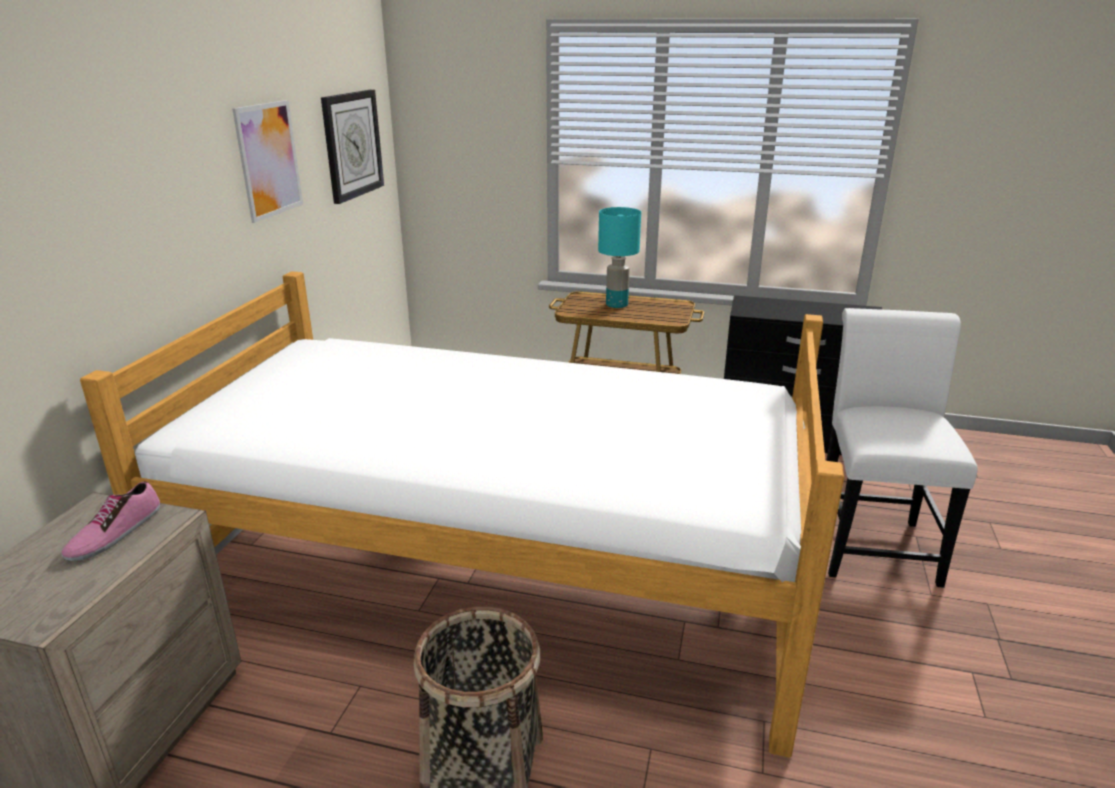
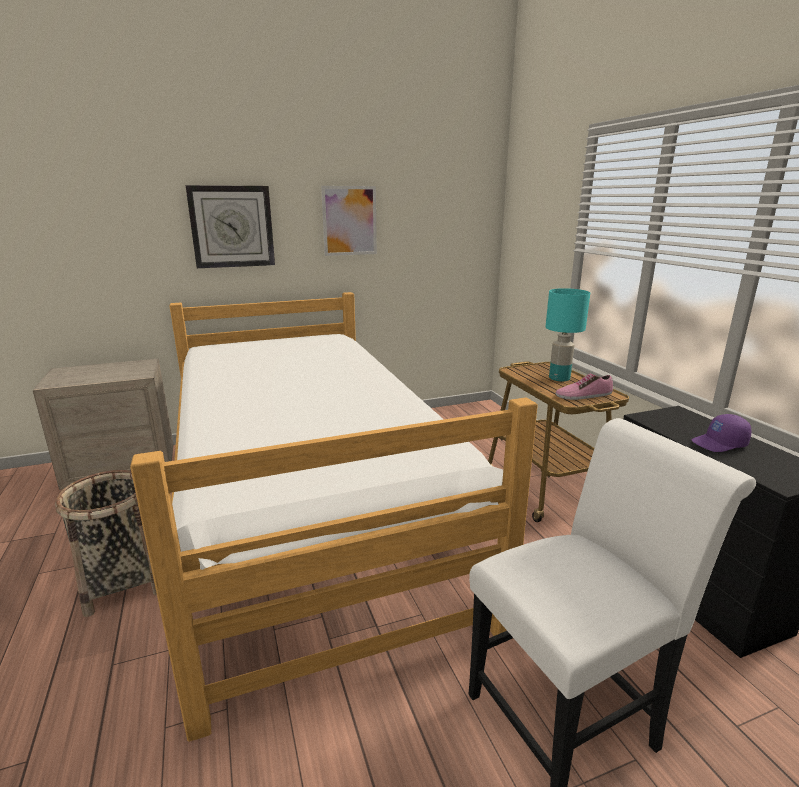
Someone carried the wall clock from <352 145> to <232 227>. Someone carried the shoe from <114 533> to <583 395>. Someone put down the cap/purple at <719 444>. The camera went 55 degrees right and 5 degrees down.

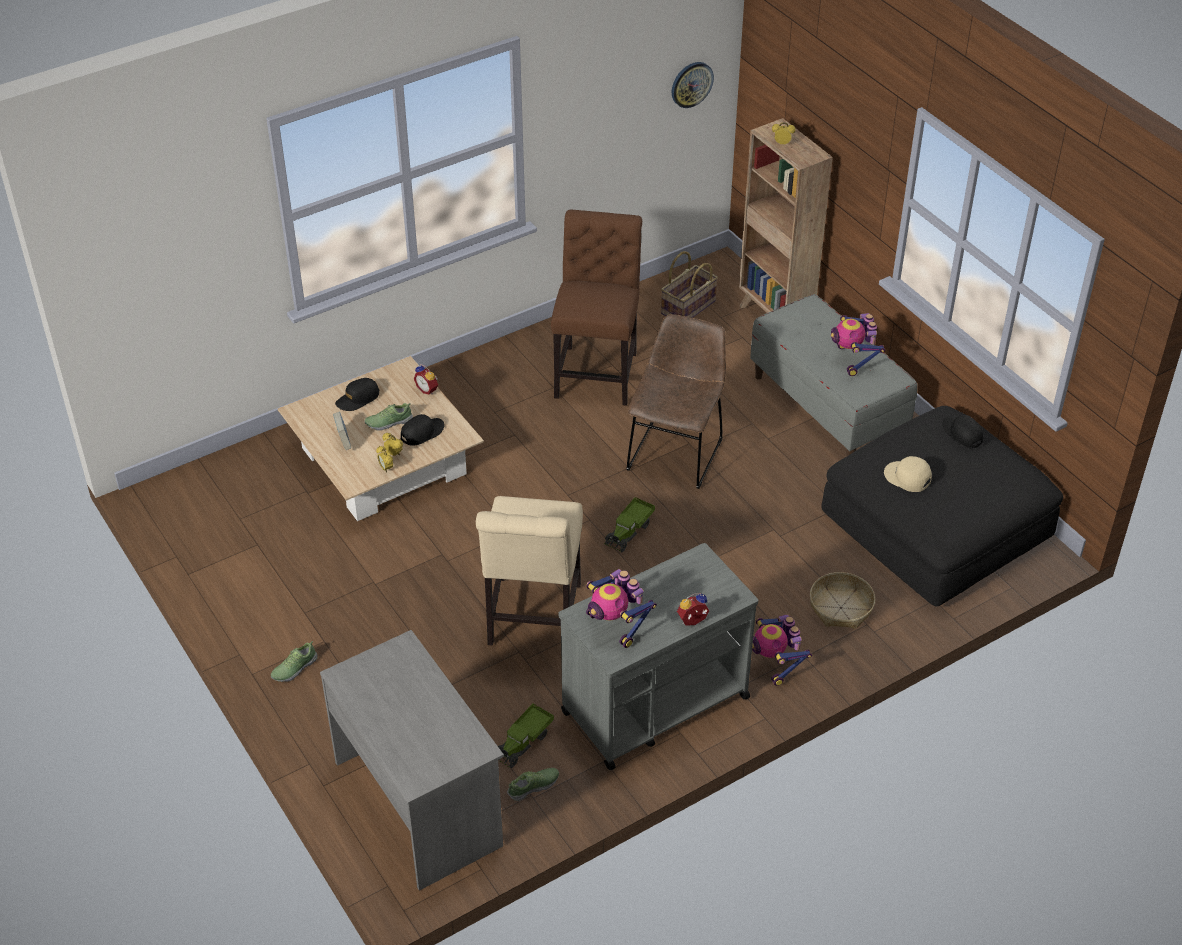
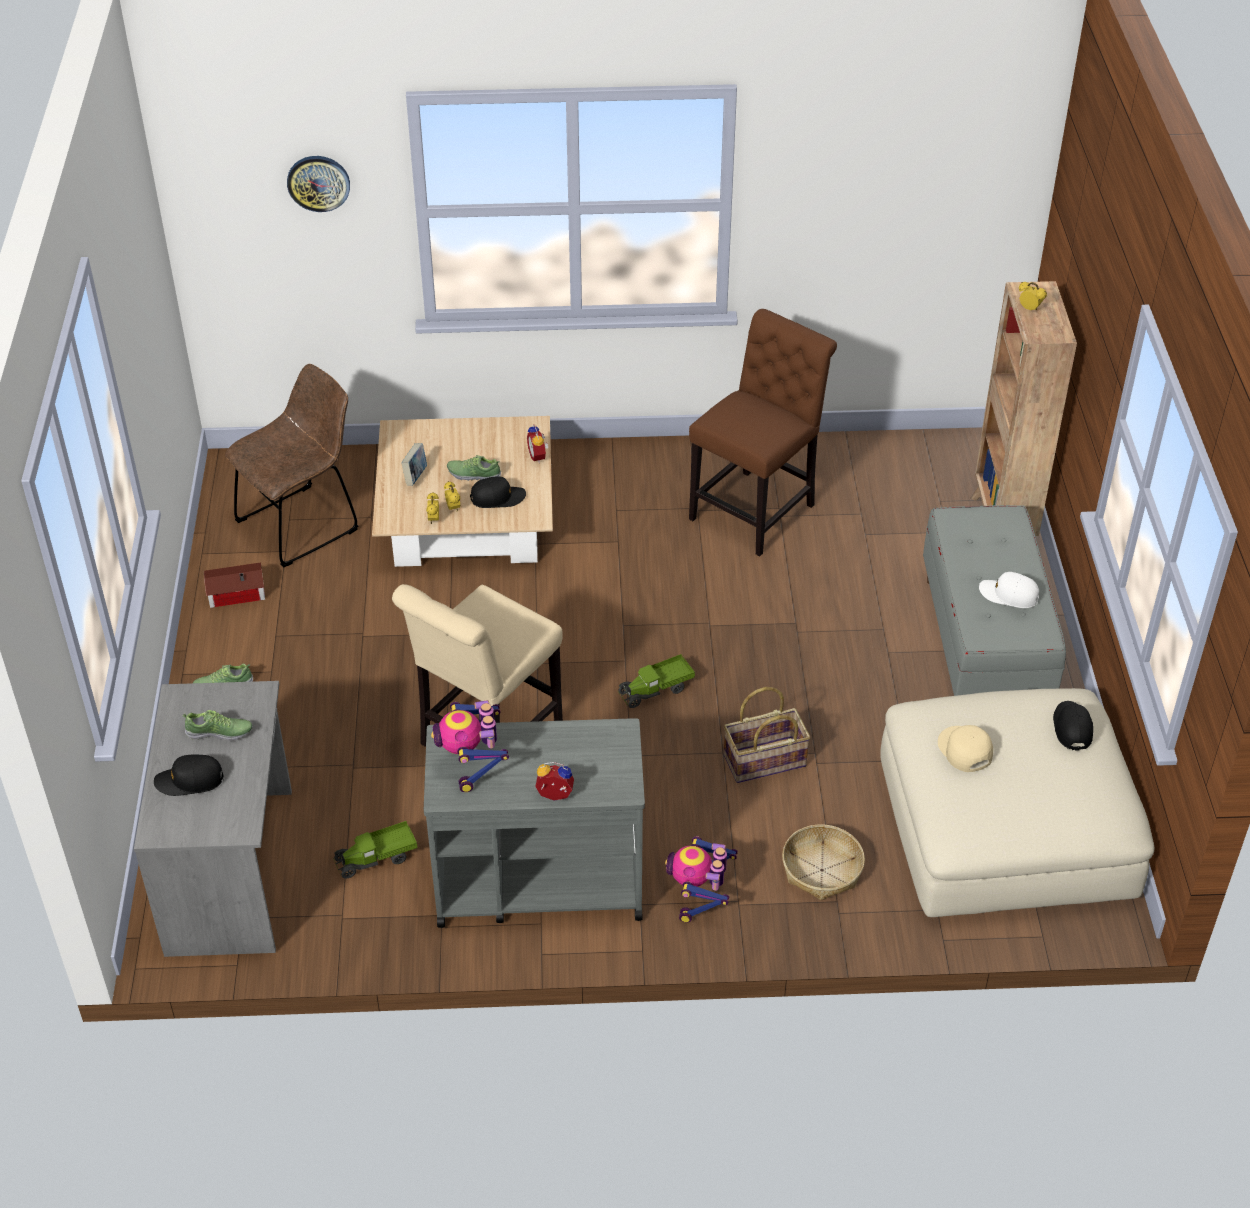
Someone carried the cap/black from <357 399> to <189 781>. Someone carried the shoe from <533 786> to <220 732>. Someone put down the toy house at <234 592>. Someone carried the chair/brown from <676 451> to <303 523>. Someone carried the wall clock from <691 84> to <318 182>. Someone carried the basket from <688 308> to <764 762>. Someone repainted the ottoman/black at <935 527>, which became the ottoman/beige at <1004 830>. Someone swapped the toy robot at <853 360> for the cap/white at <1008 595>. The camera went 30 degrees right and 0 degrees up.

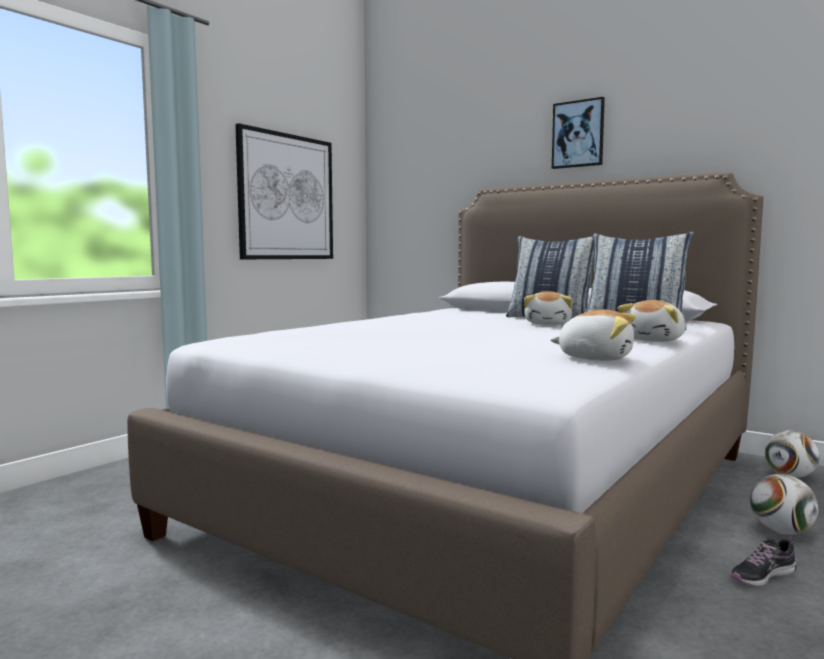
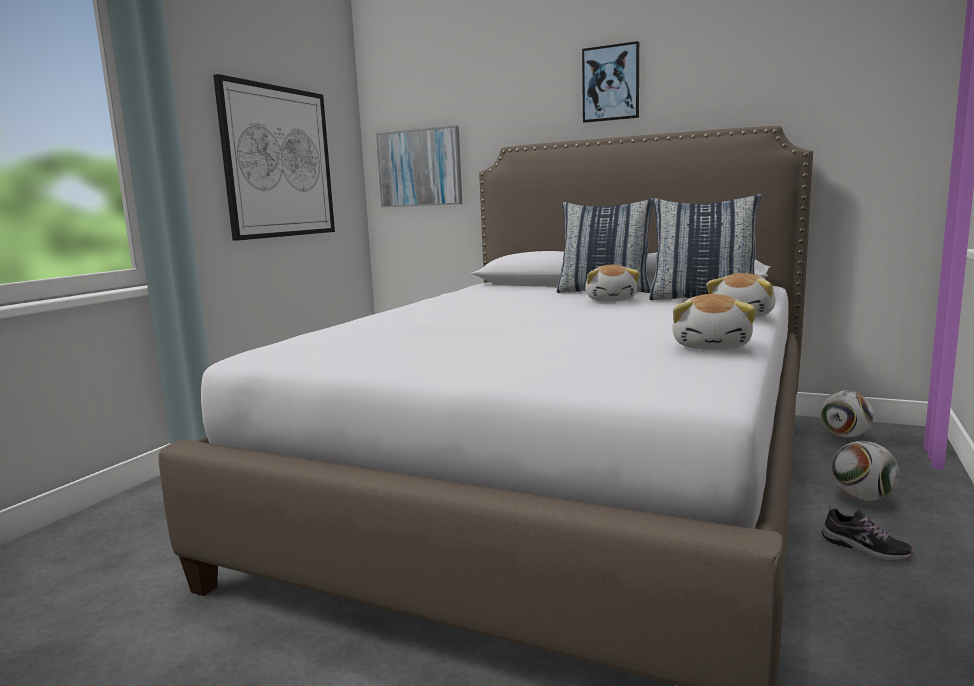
Someone put up the picture at <420 168>. Someone rotated the plush toy at <595 358> by 90 degrees clockwise. Someone rotated the shoe at <762 575> by 105 degrees counterclockwise. The camera went 10 degrees left and 5 degrees up.

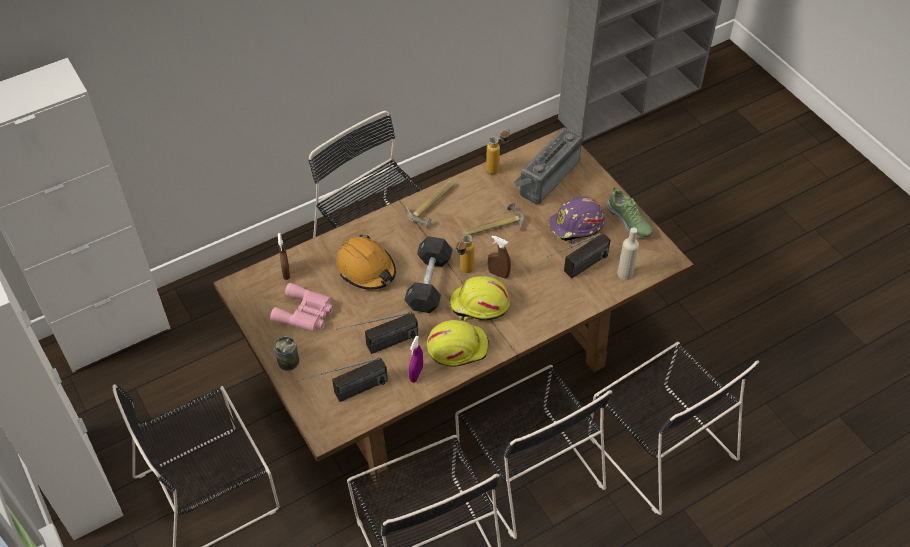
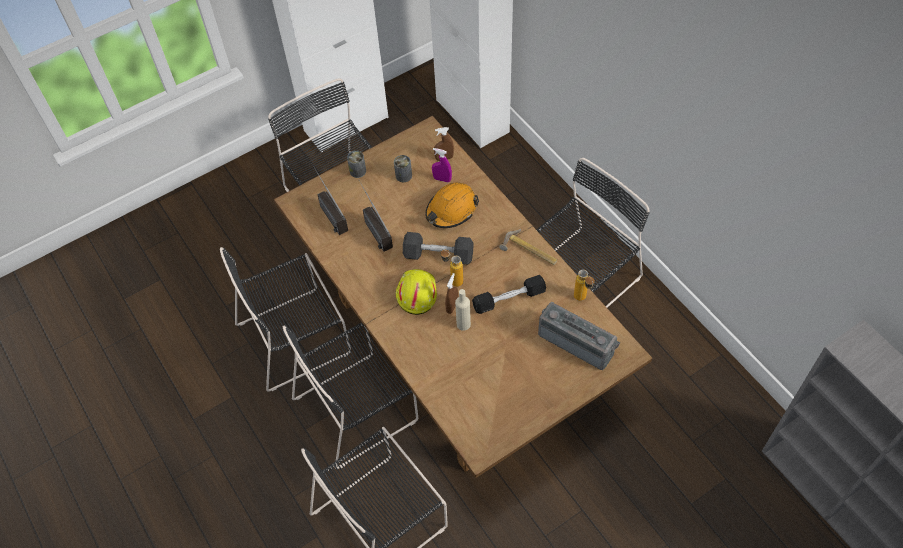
Someone swapped the binoculars/pink at <305 313> for the can at <403 175>. Someone carried the spray bottle/purple from <416 374> to <442 179>. Someone carried the bottle/beige from <625 273> to <463 324>. Someone swapped the hammer at <492 225> for the dumbbell/black at <509 299>. Someone took away the hard hat/yellow at <457 346>. Someone took away the radio at <577 270>. Someone took away the hard hat/purple at <576 226>. Someone took away the shoe at <629 221>. The camera went 90 degrees right and 5 degrees up.

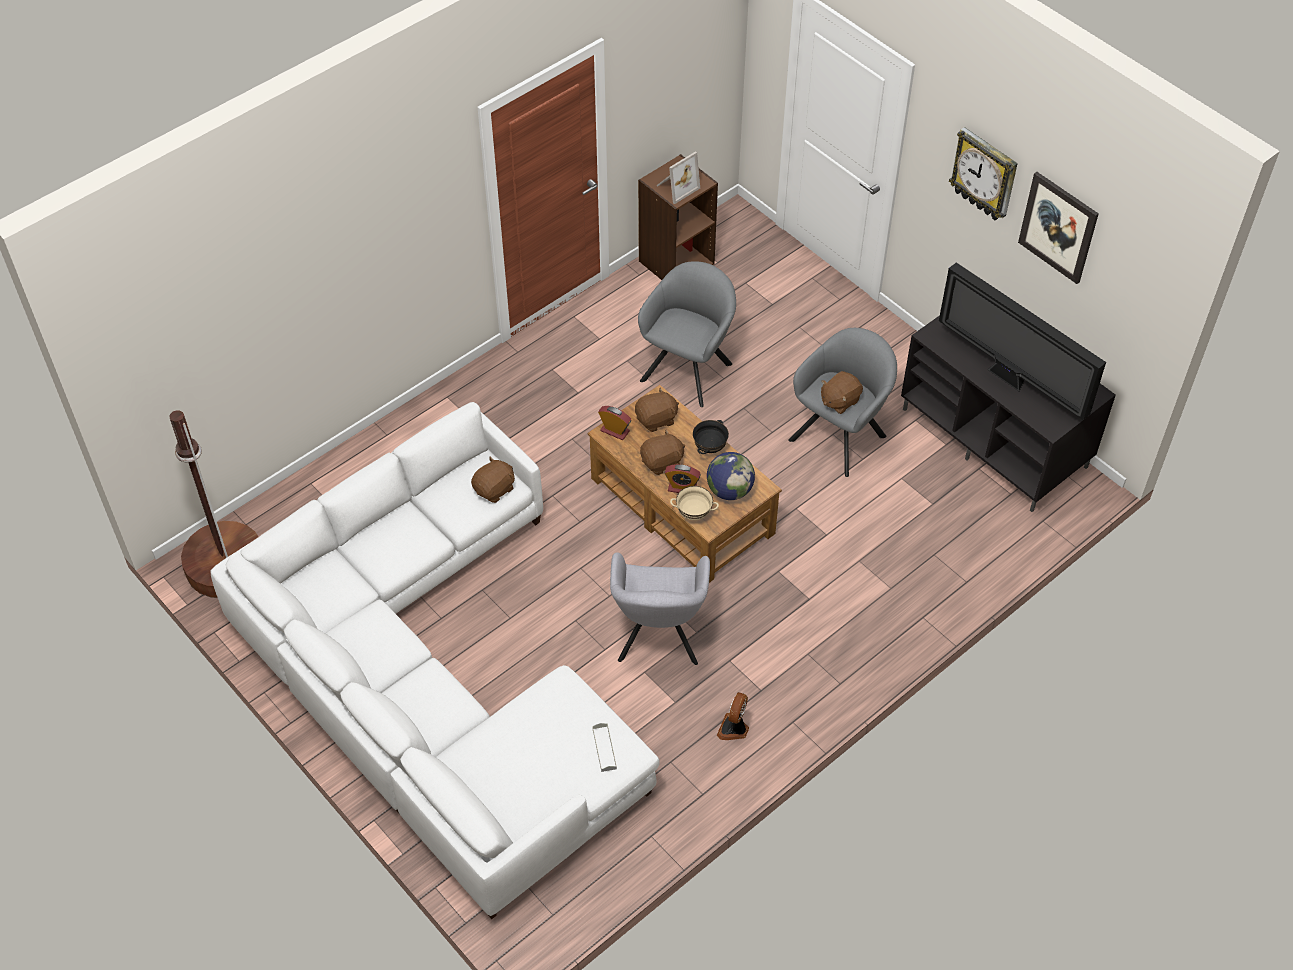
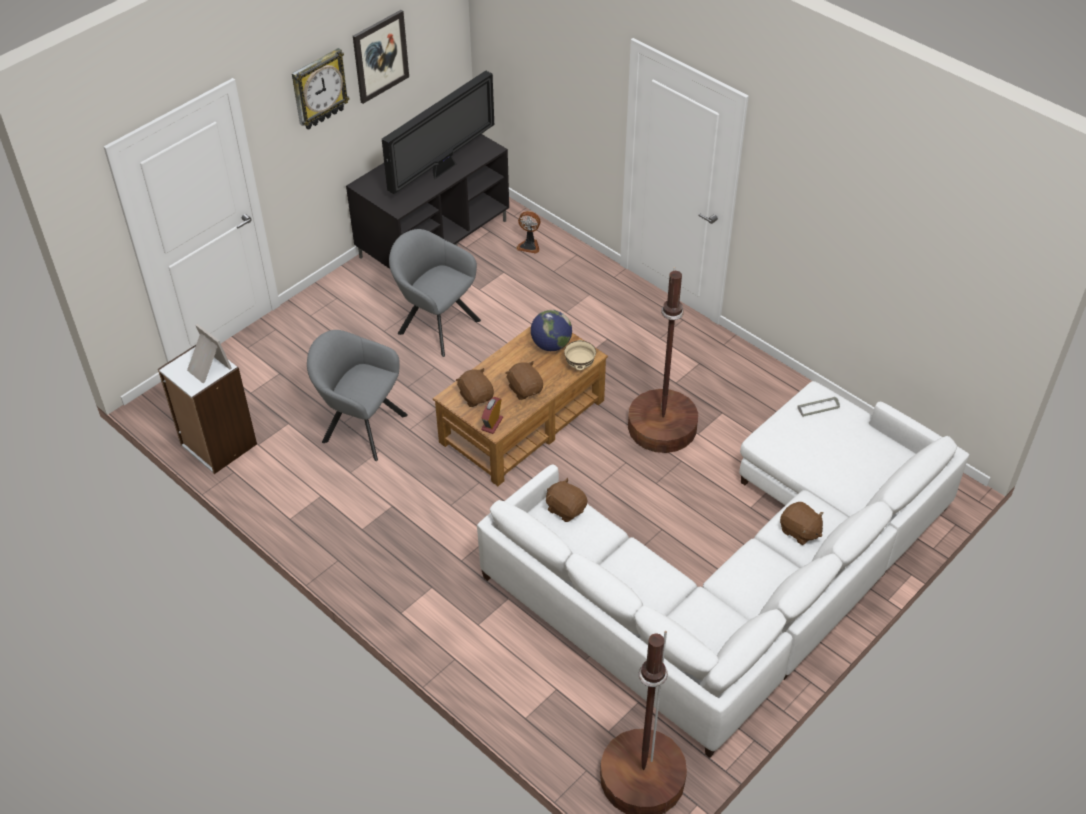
Someone repainted the bookcase/brown at <676 262>, which became the bookcase/white at <218 445>. Someone carried the fan from <734 729> to <529 245>. Someone swapped the armchair/grey at <658 637> for the floor lamp/brown at <662 427>. Someone carried the plush toy/brown from <839 400> to <799 531>. Someone took away the alarm clock at <682 488>. Someone took away the bowl/black at <710 448>. The camera went 95 degrees left and 5 degrees down.

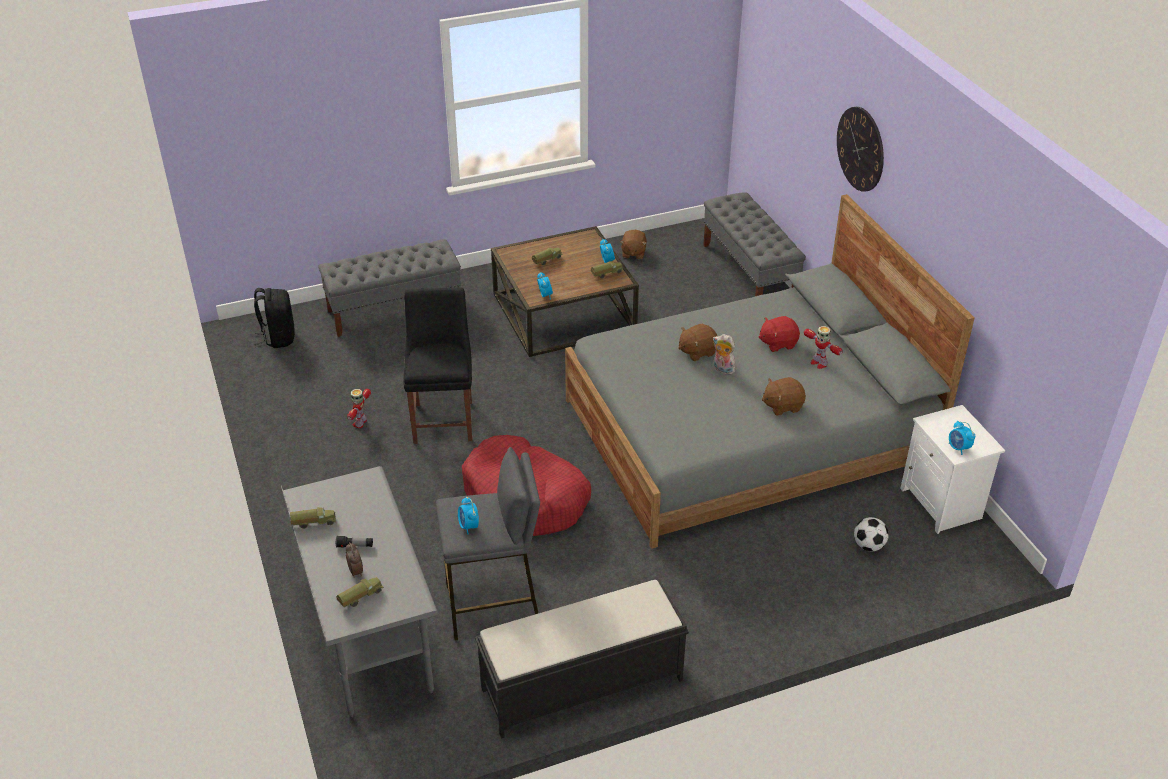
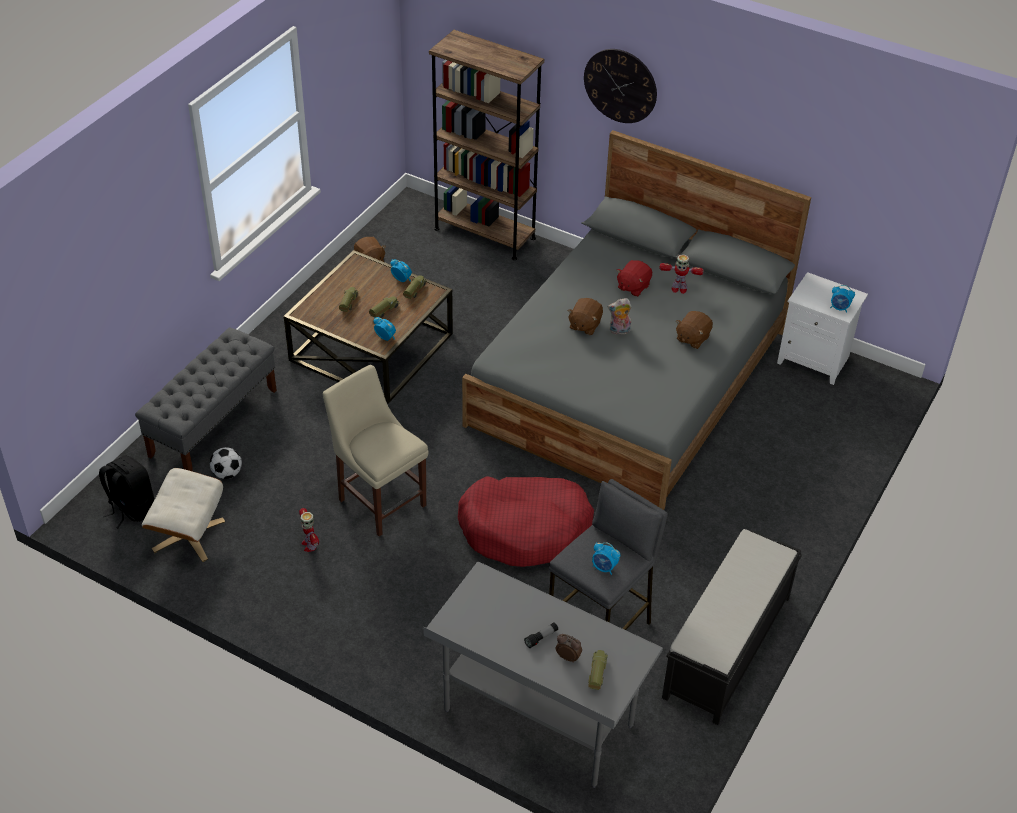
Someone put down the ottoman/beige at <188 535>. Someone carried the football from <868 546> to <227 473>. Someone repainted the chair/black at <444 419>, which became the chair/beige at <380 500>. Someone carried the toy truck from <314 522> to <384 311>. Someone swapped the bench/grey at <749 272> for the bookcase/brown at <484 233>. The camera went 40 degrees left and 5 degrees up.

